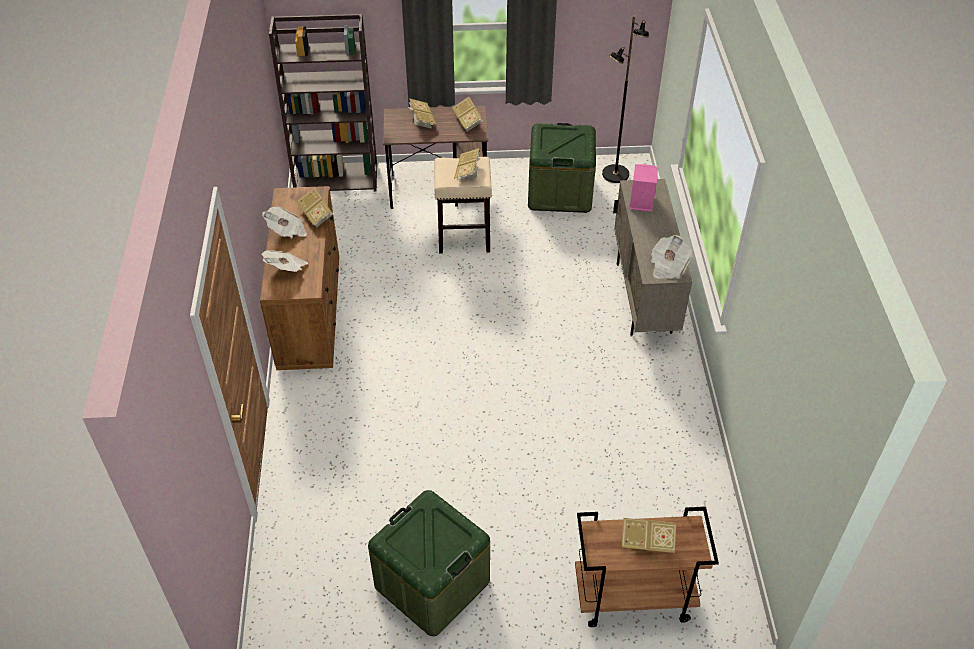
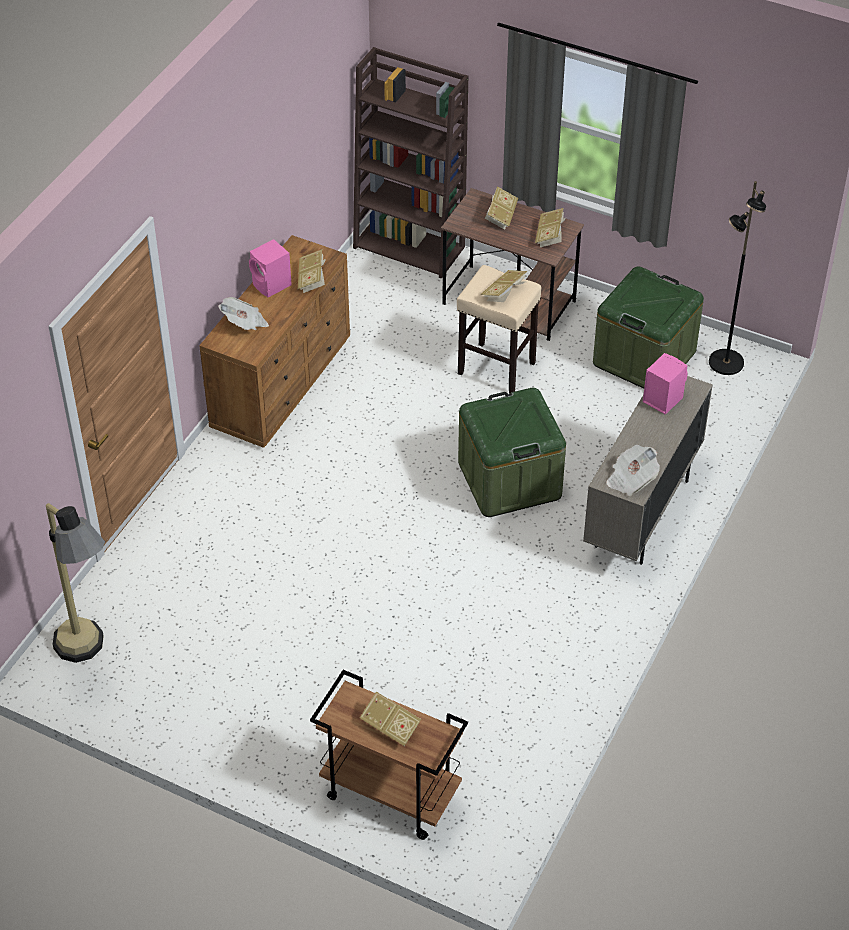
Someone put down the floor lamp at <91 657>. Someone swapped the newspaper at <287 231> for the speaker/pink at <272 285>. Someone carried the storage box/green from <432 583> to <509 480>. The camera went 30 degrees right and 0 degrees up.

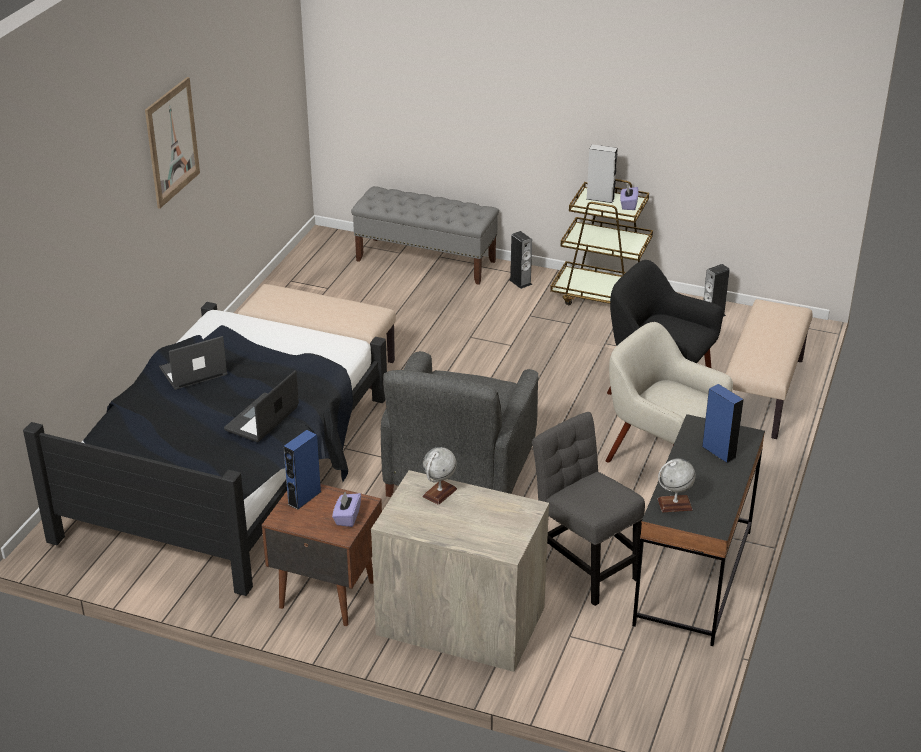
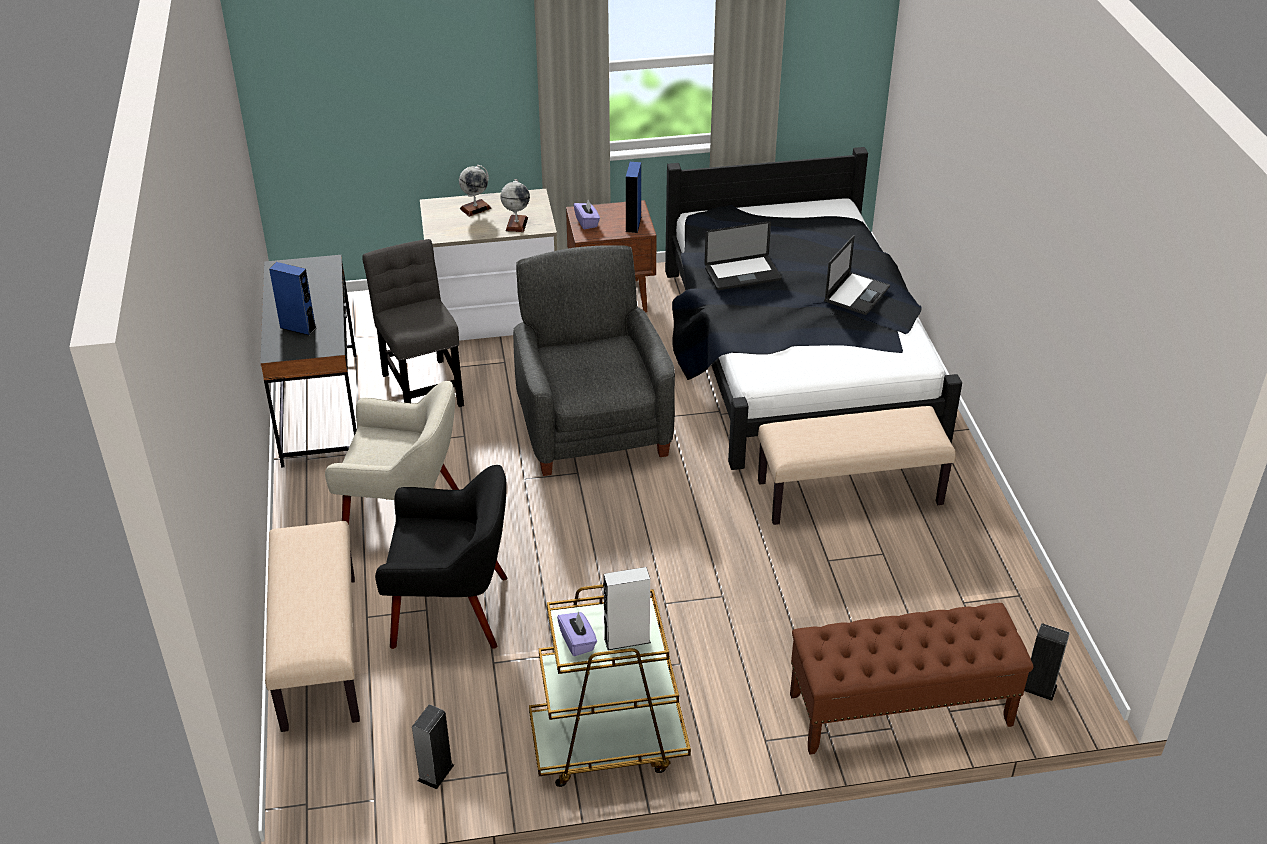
Someone rotated the chair/grey at <583 565> by 135 degrees counterclockwise. Someone carried the globe from <674 504> to <475 208>. Someone rotated the laptop at <262 419> by 75 degrees clockwise. Someone repainted the bench/grey at <426 261>, which became the bench/brown at <899 710>. Someone carried the speaker from <520 282> to <1039 687>. Someone took away the picture at <172 142>. The camera went 150 degrees right and 5 degrees up.

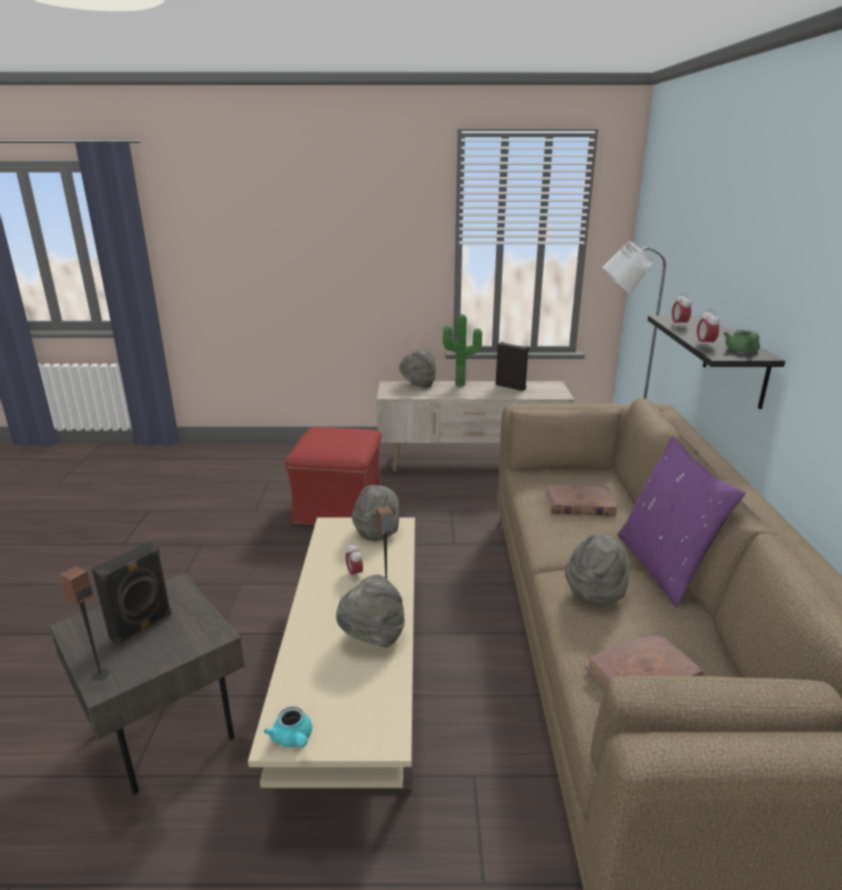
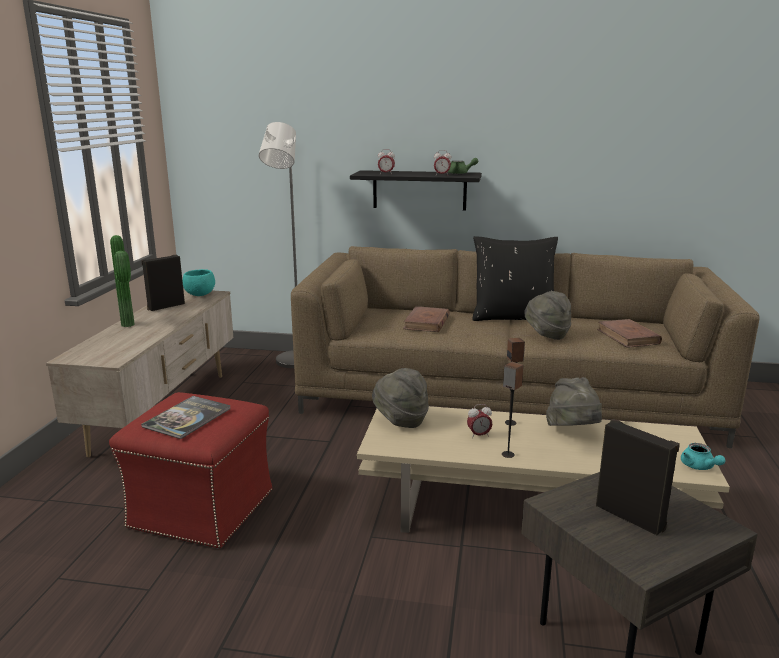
Someone put down the book at <187 418>. Someone put down the bowl/turquoise at <200 295>. Someone repainted the pillow/purple at <664 567>, which became the pillow/black at <513 317>. Someone carried the speaker from <100 674> to <507 454>. Someone rotated the teapot/turquoise at <293 739> by 90 degrees clockwise. Someone took away the hat/grey at <418 384>. The camera went 80 degrees left and 5 degrees down.

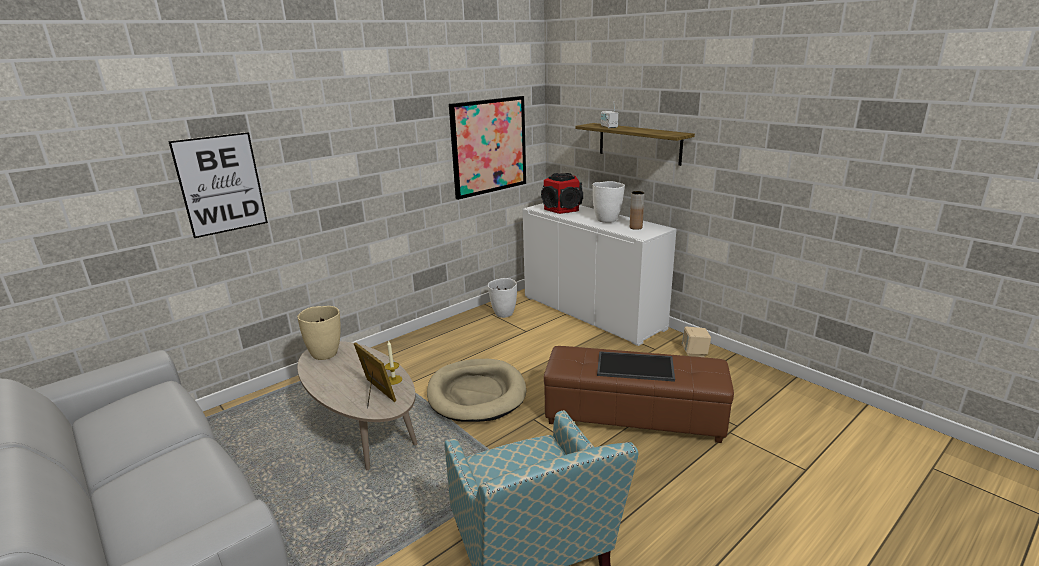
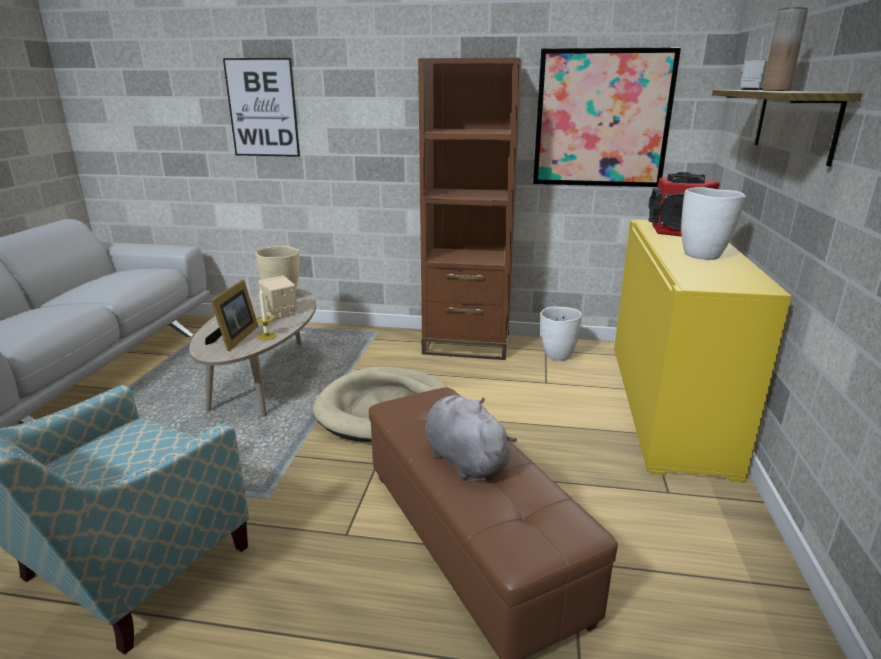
Someone carried the speaker/beige from <695 354> to <279 314>. Someone put down the bookcase/brown at <466 345>. Someone swapped the tray at <634 367> for the plush toy/grey at <463 459>. Someone repainted the cabinet/white at <592 312>, which became the cabinet/yellow at <666 404>. Someone carried the vase/brown from <636 227> to <776 90>. The camera went 50 degrees right and 0 degrees up.

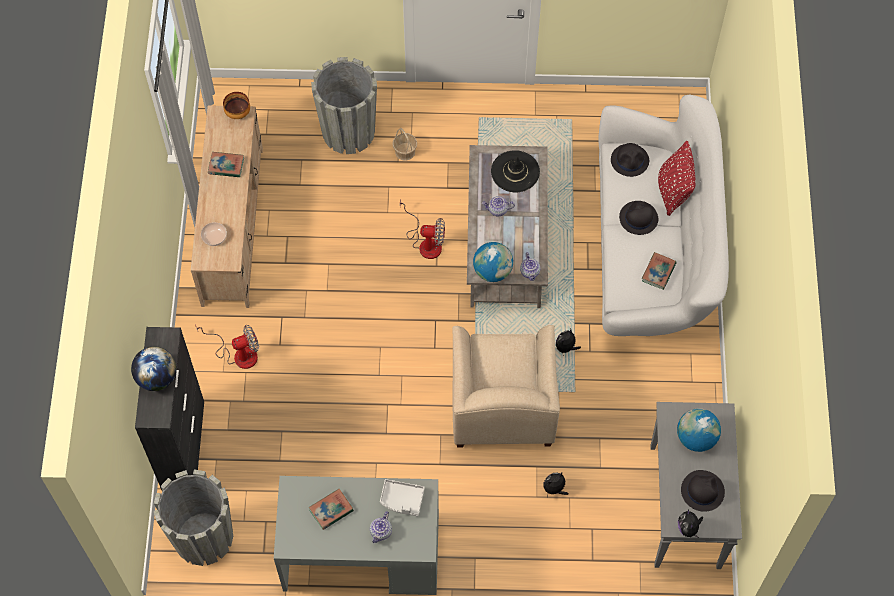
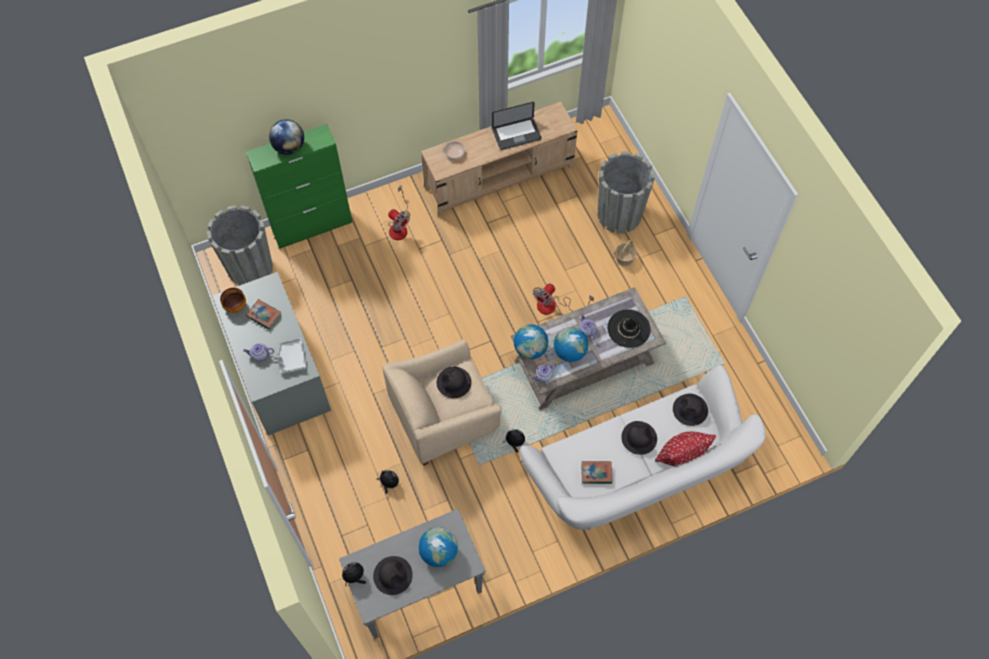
Someone carried the bowl from <237 113> to <235 306>. Someone repainted the cabinet/black at <184 446>, which became the cabinet/green at <312 226>. Someone put down the hat/black at <453 383>. Someone swapped the book at <226 166> for the laptop at <516 134>. Someone rotated the fan at <425 242> by 60 degrees clockwise. Someone put down the globe at <570 351>. The camera went 65 degrees right and 0 degrees up.

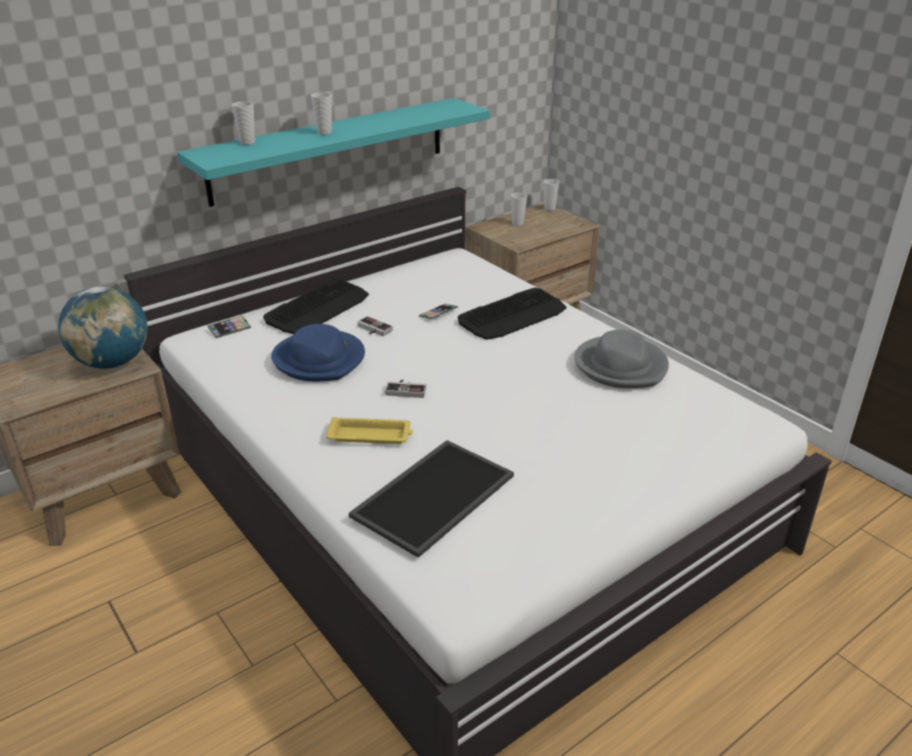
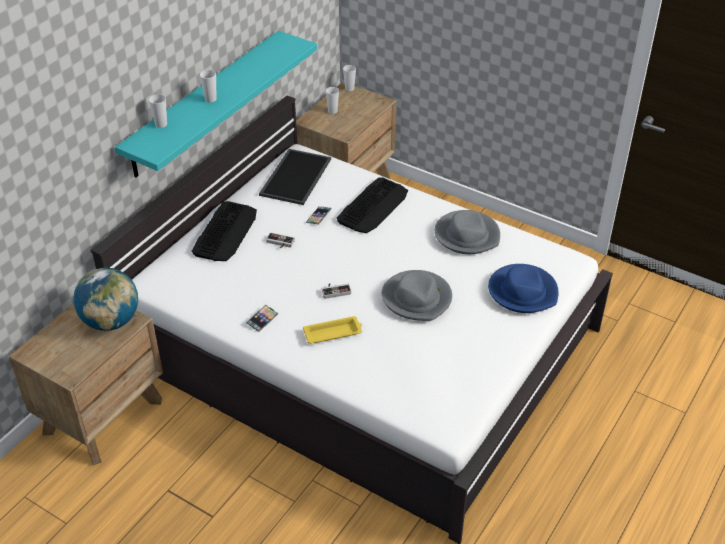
Someone carried the phone from <229 329> to <262 319>. Someone carried the tray from <433 494> to <295 176>. Someone put down the hat/grey at <417 298>. Someone carried the hat/blue from <320 359> to <523 291>. The camera went 20 degrees left and 10 degrees up.

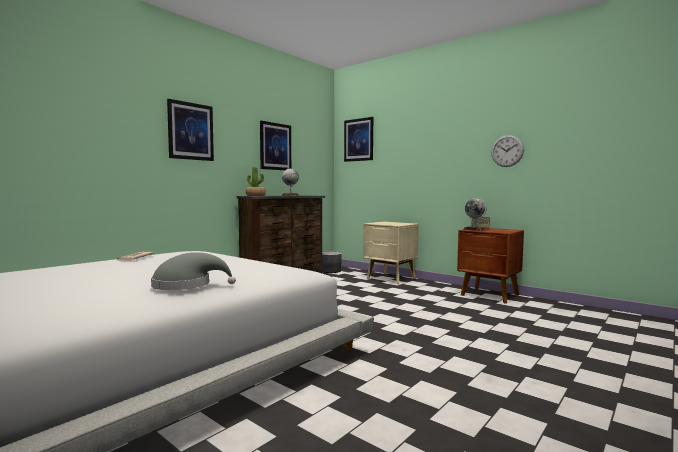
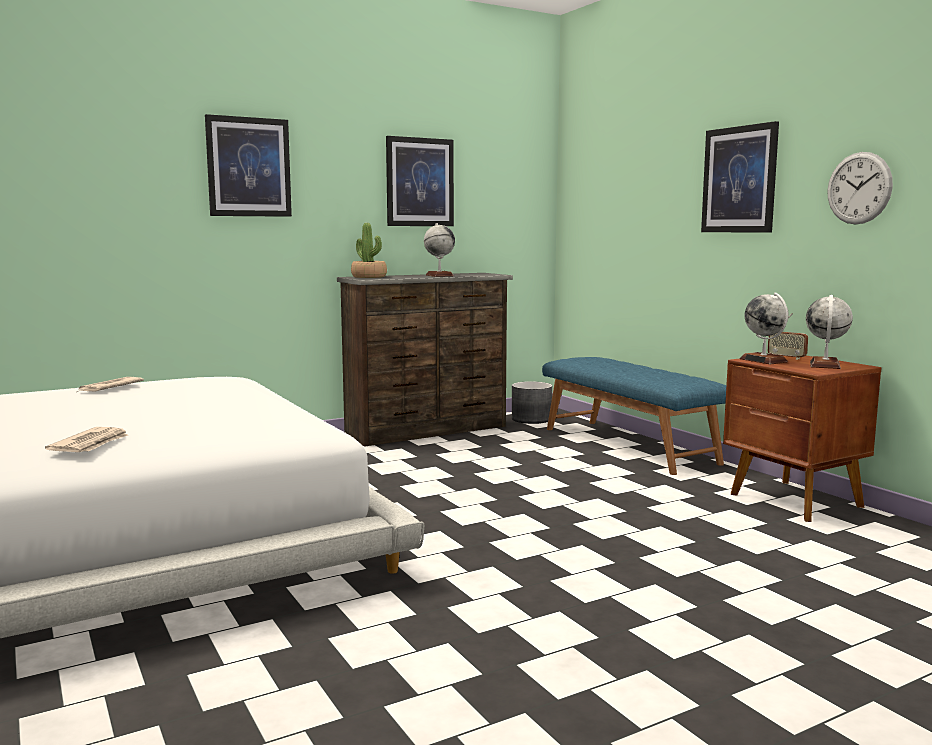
Someone swapped the hat/grey at <187 285> for the newspaper at <91 444>. Someone swapped the nightstand/beige at <391 279> for the bench/blue at <629 445>. Someone carried the picture from <358 140> to <739 180>. Someone put down the globe at <825 365>. The camera went 20 degrees right and 5 degrees up.

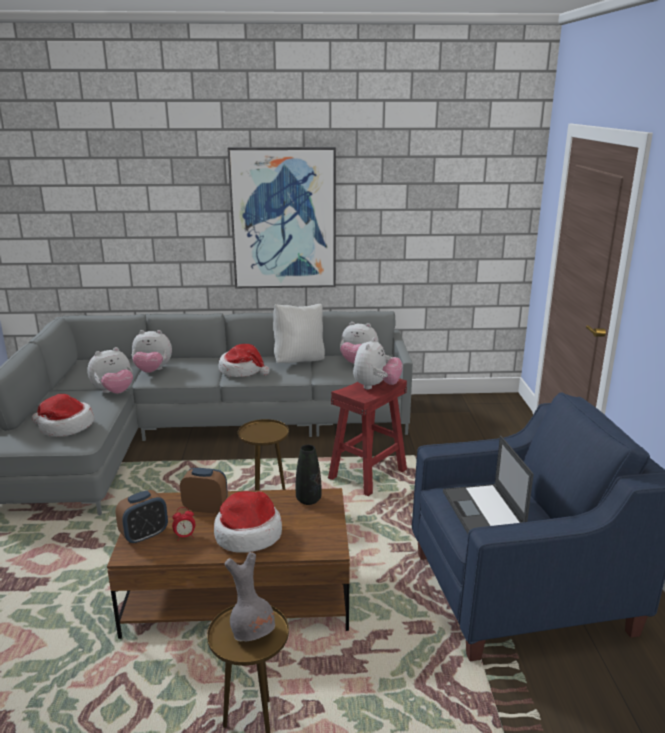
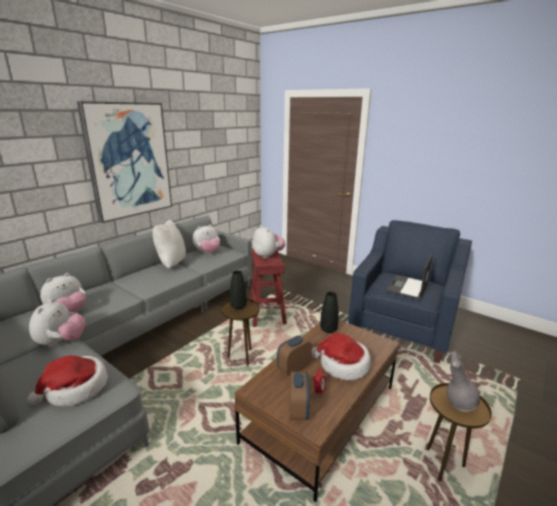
Someone put down the vase/black at <238 306>. Someone rotated the laptop at <484 510> by 90 degrees clockwise. Someone took away the hat at <242 370>. The camera went 50 degrees left and 0 degrees up.

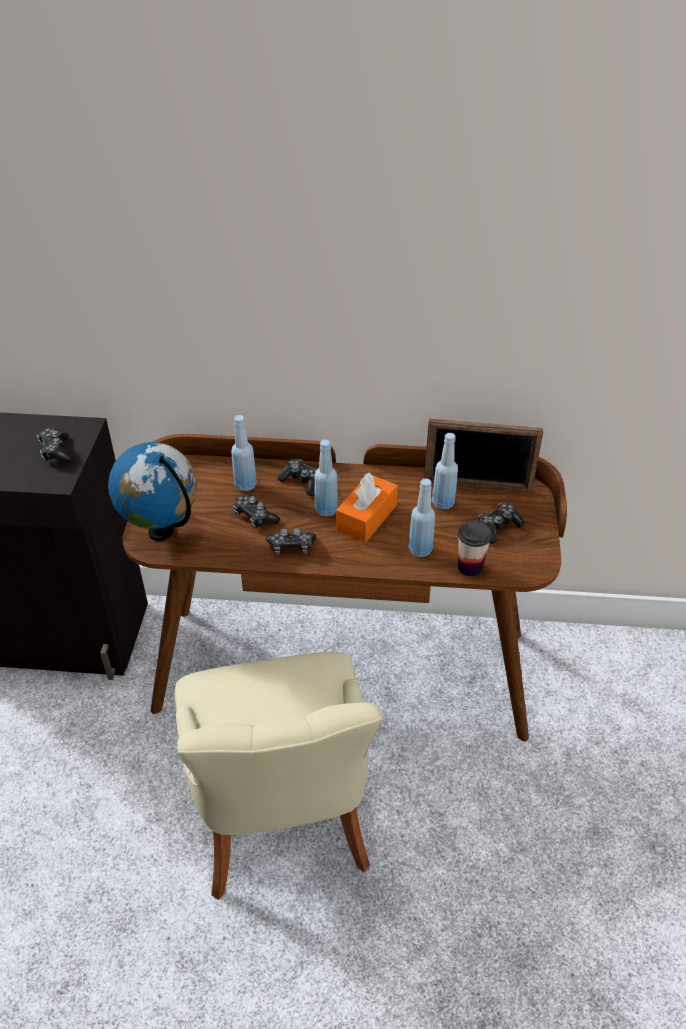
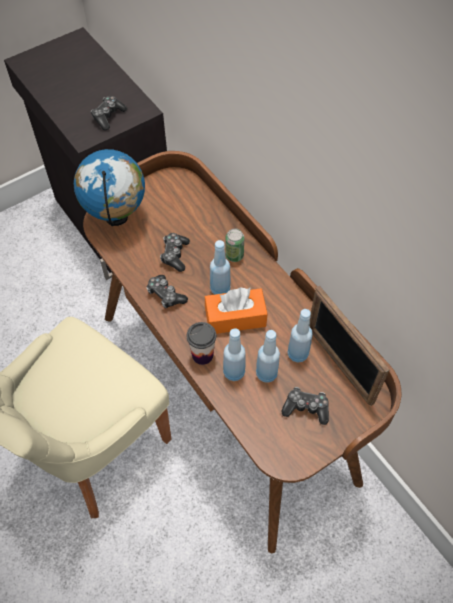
Someone carried the cup from <470 567> to <202 355>. Someone swapped the game controller at <302 482> for the can at <234 255>. Someone carried the bottle/blue from <245 485> to <266 374>. The camera went 50 degrees right and 15 degrees up.

